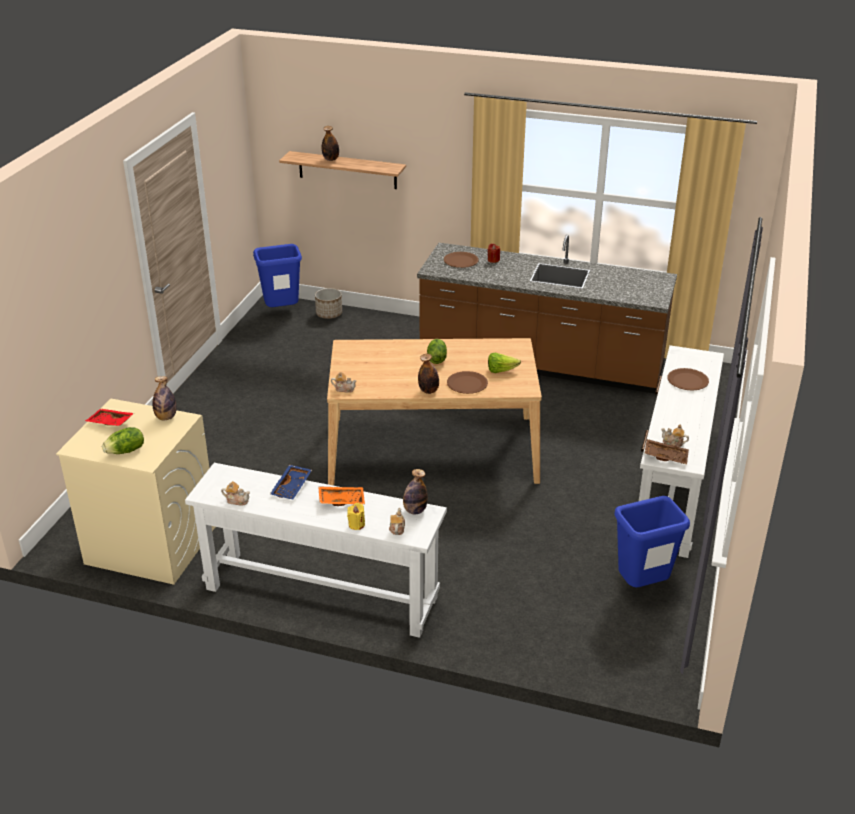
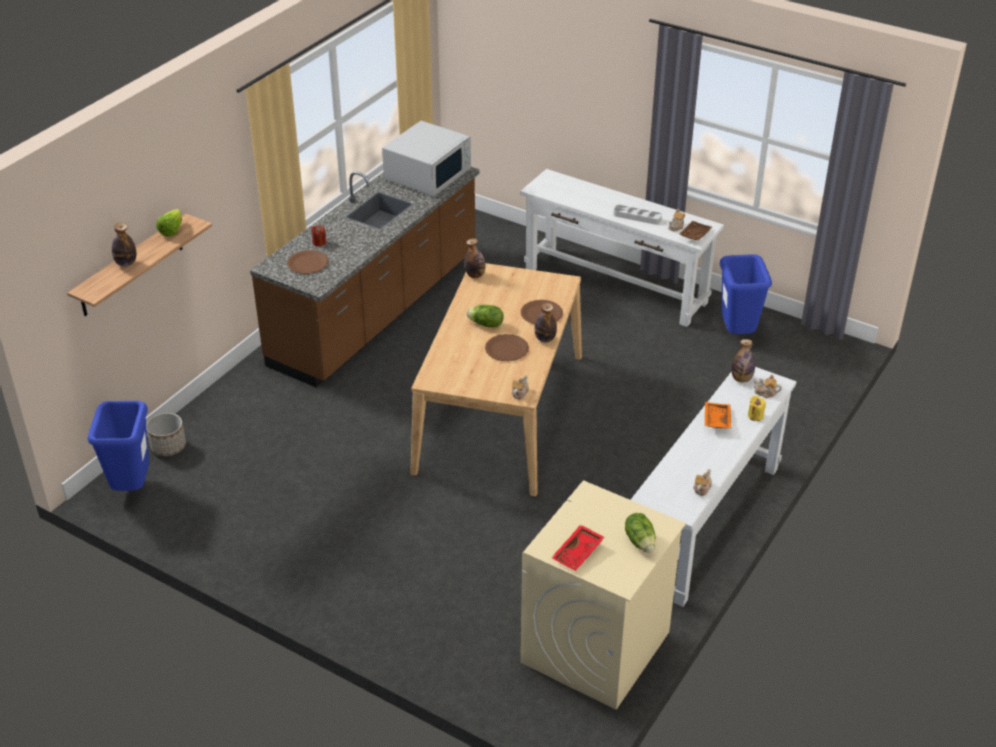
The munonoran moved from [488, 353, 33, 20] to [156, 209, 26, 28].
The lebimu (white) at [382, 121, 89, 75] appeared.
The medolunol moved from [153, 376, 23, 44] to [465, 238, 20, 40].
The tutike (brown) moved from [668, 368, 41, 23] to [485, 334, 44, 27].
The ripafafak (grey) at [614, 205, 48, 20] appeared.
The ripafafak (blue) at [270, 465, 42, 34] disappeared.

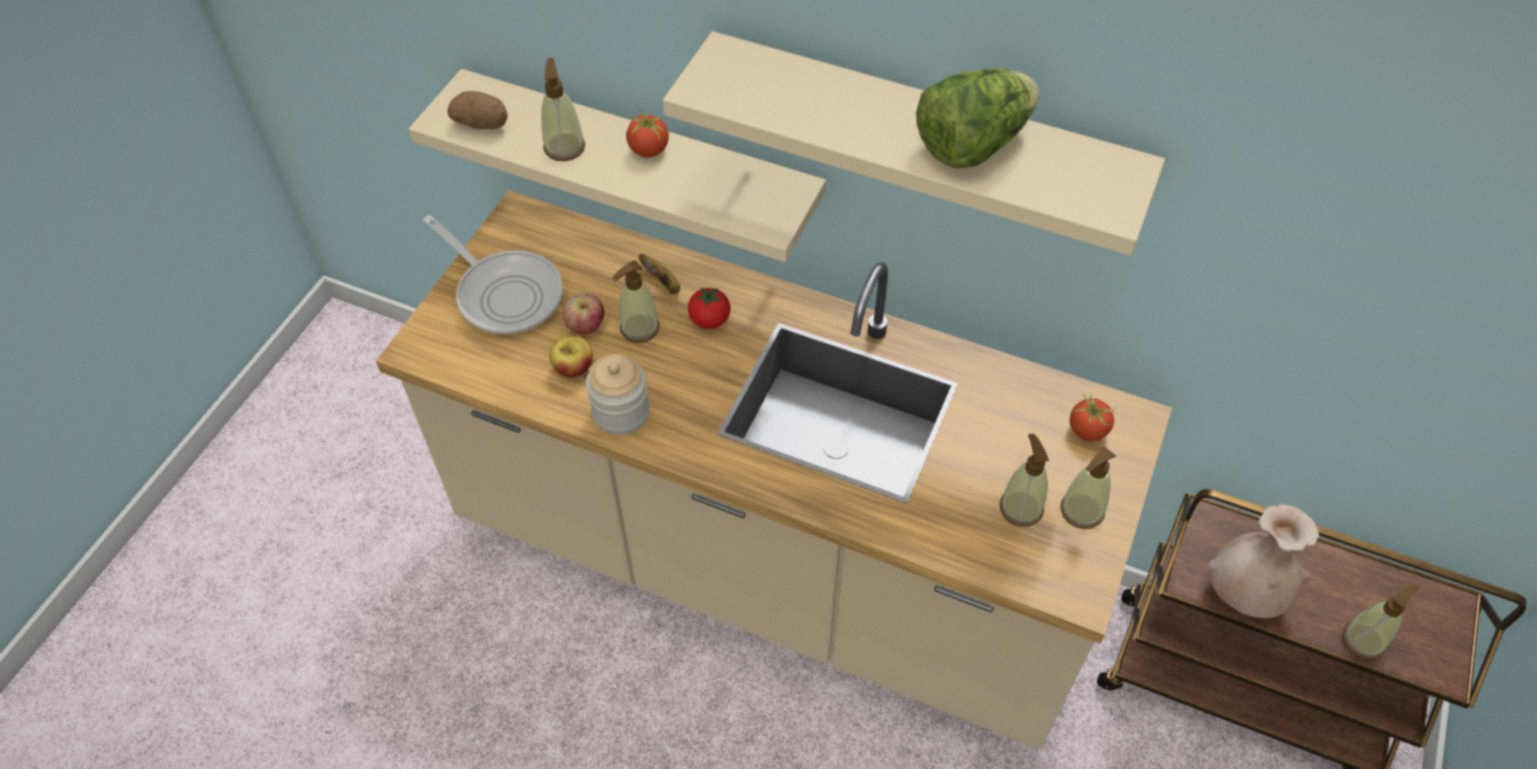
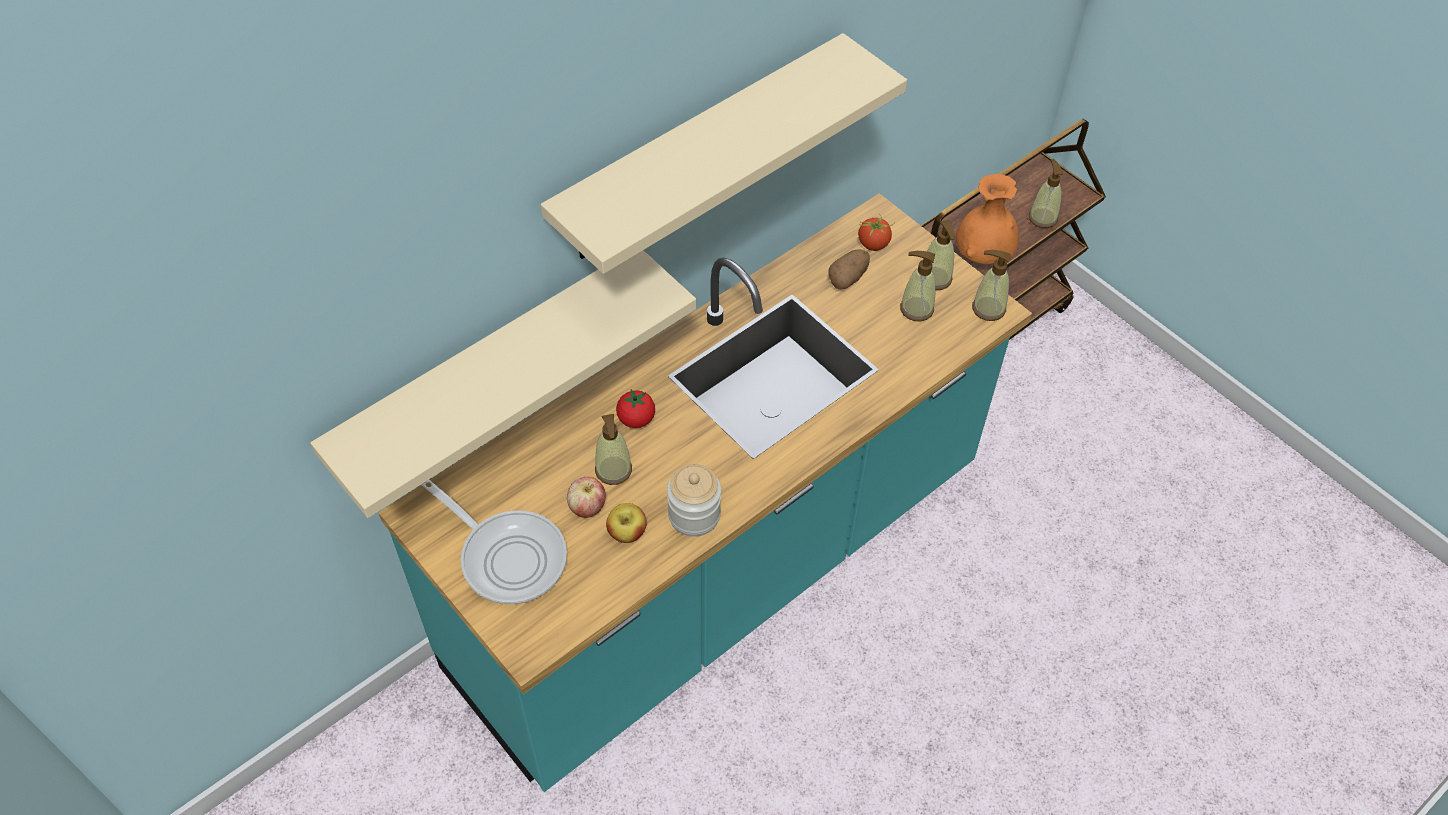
The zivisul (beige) at [376, 190, 796, 560] became the zivisul (turquoise) at [378, 193, 654, 599].
The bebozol at [423, 215, 140, 120] turned 60 degrees clockwise.
The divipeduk moved from [447, 91, 61, 38] to [829, 249, 41, 41].
The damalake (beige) at [1208, 504, 111, 114] became the damalake (orange) at [956, 174, 63, 90].
The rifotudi moved from [541, 58, 44, 103] to [972, 250, 39, 71].
The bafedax at [624, 106, 45, 52] disappeared.
The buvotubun at [639, 254, 41, 41] disappeared.
The munonoran at [916, 68, 123, 100] disappeared.

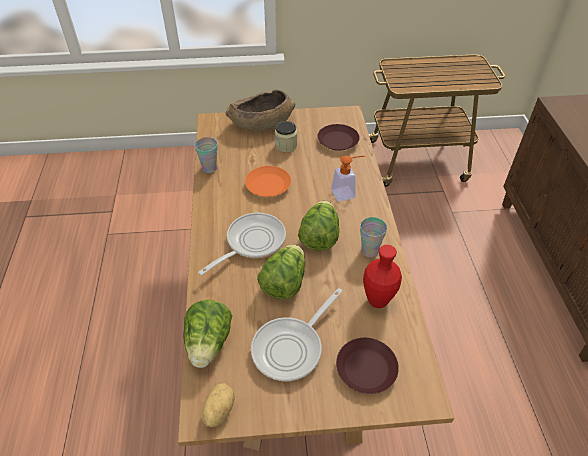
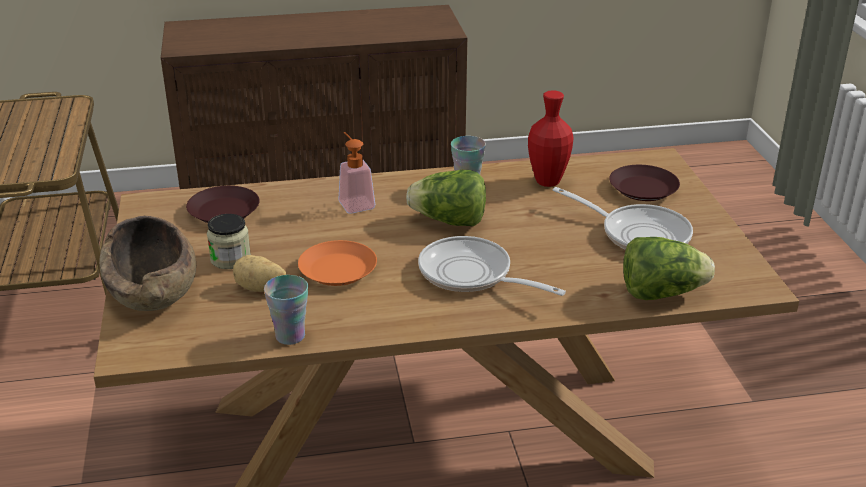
The divipeduk moved from [202, 383, 33, 44] to [233, 255, 53, 37].
The munonoran at [257, 245, 48, 55] disappeared.

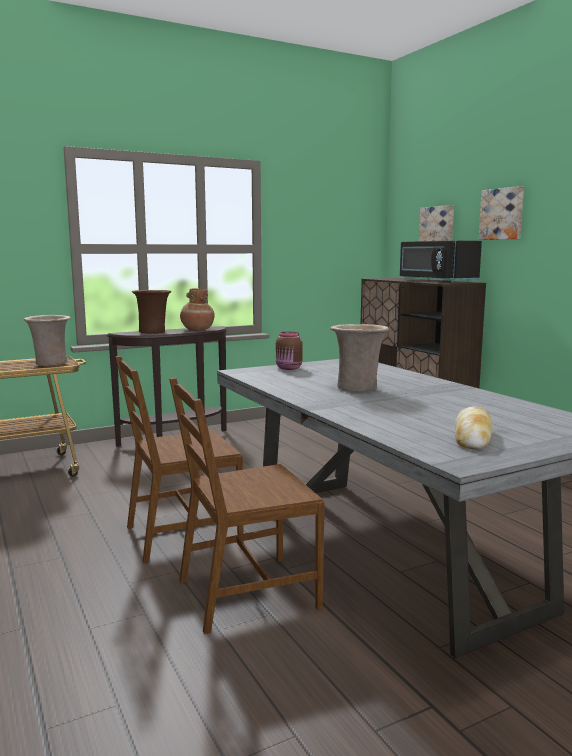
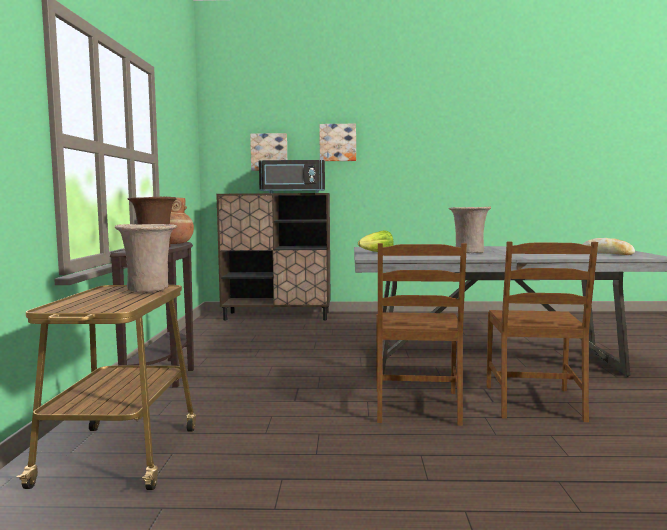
The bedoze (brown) at [276, 332, 26, 38] was replaced by the munonoran at [358, 230, 36, 22].

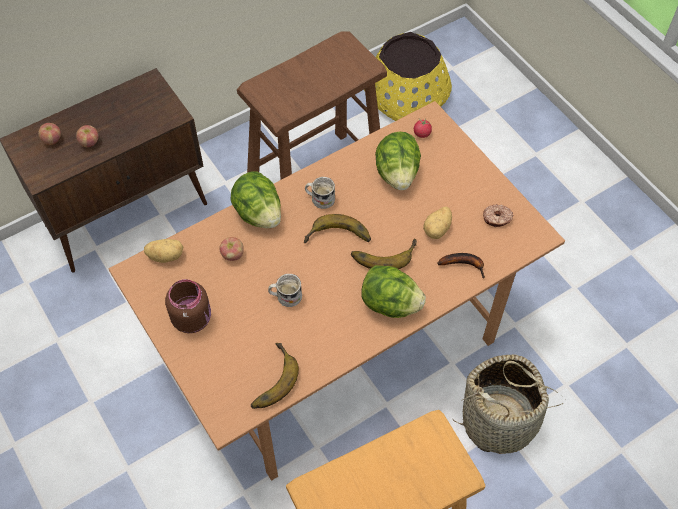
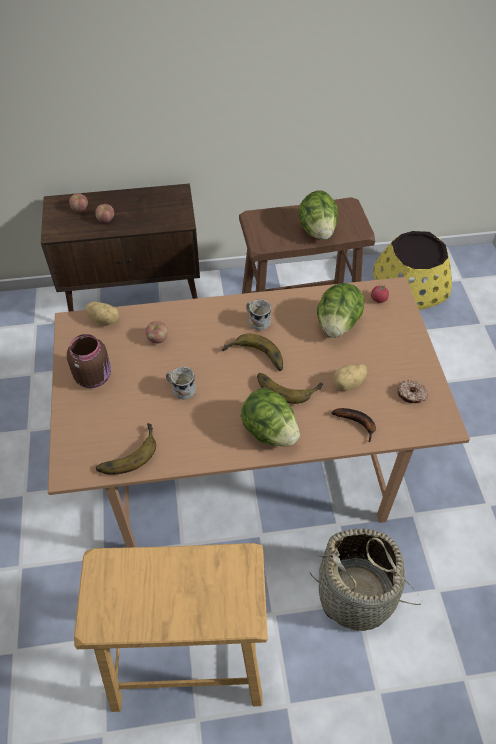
The munonoran moved from [231, 171, 50, 58] to [299, 190, 39, 50].

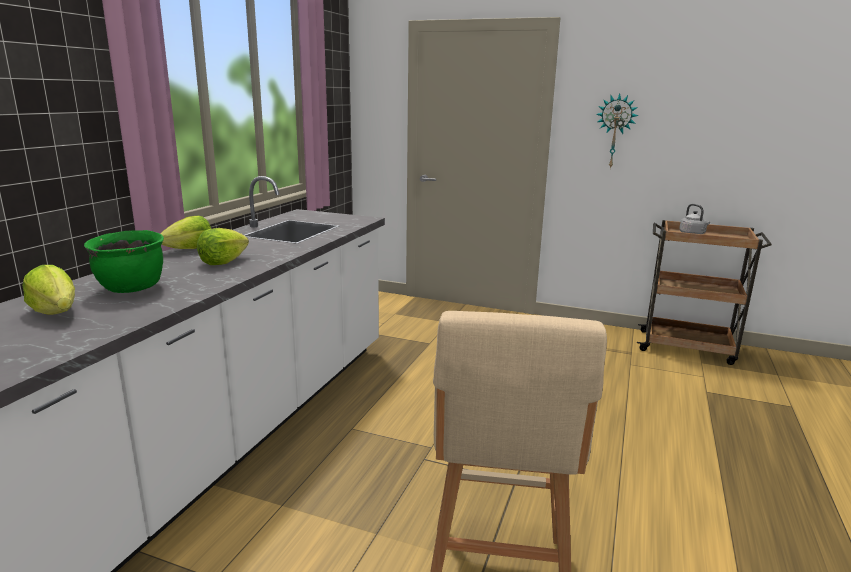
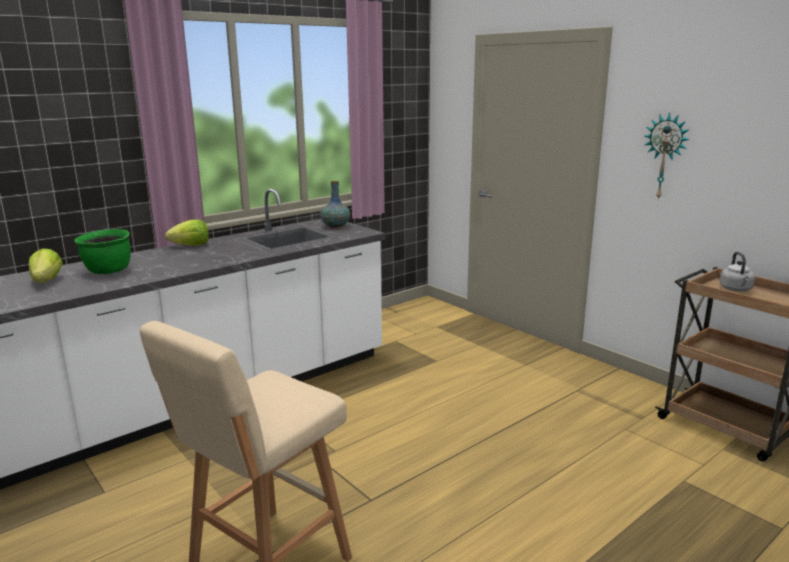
The damalake at [320, 181, 30, 47] appeared.
The munonoran at [197, 228, 52, 37] disappeared.

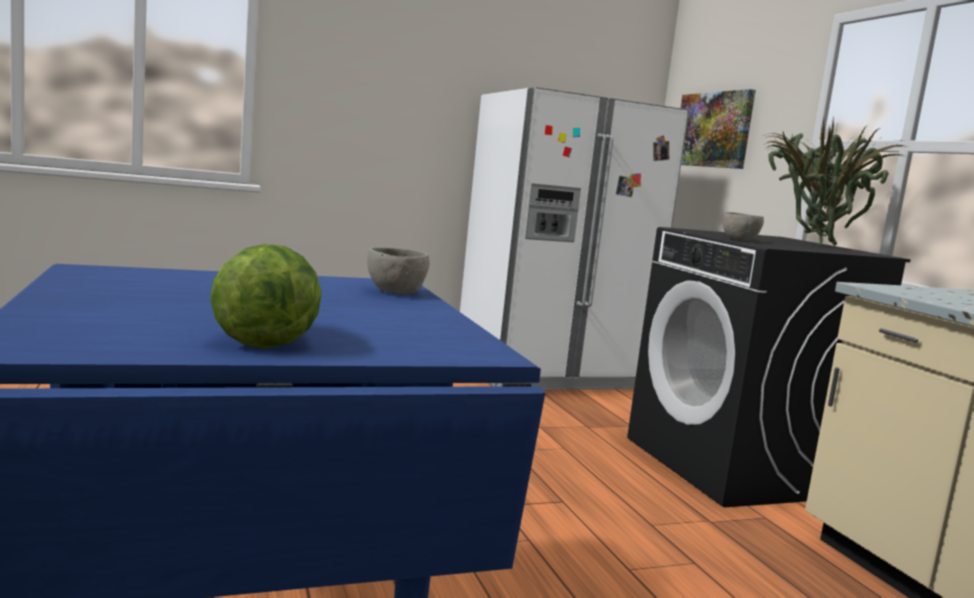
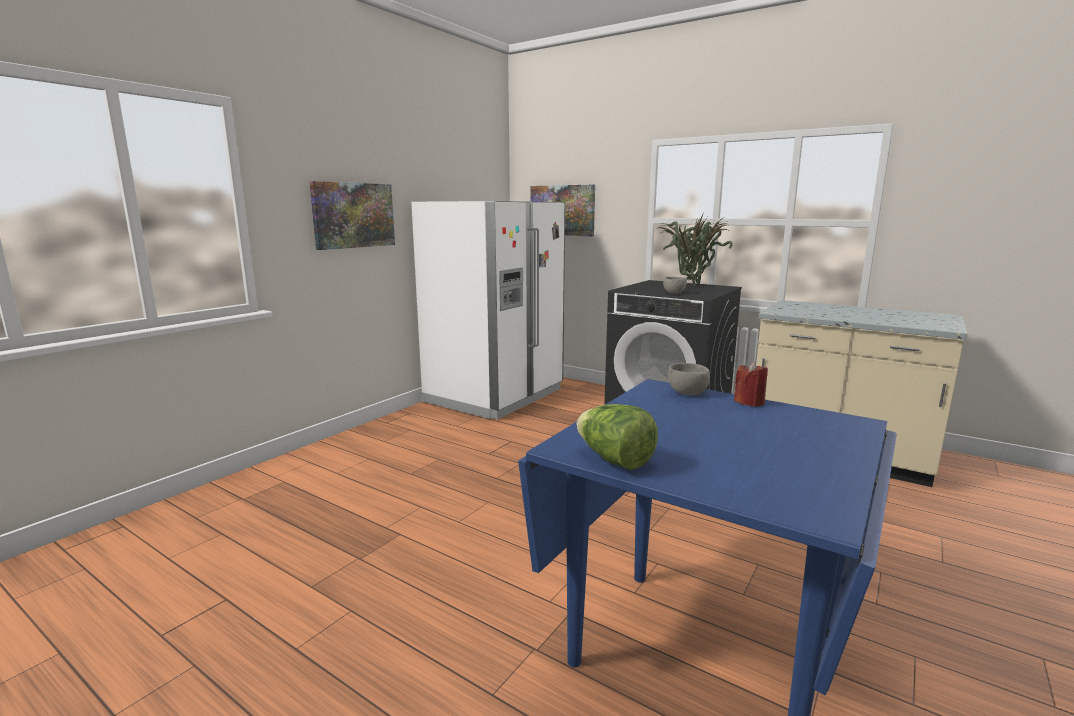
The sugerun at [309, 181, 86, 69] appeared.
The munonoran moved from [210, 244, 111, 105] to [576, 404, 82, 66].
The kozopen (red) at [734, 362, 34, 45] appeared.

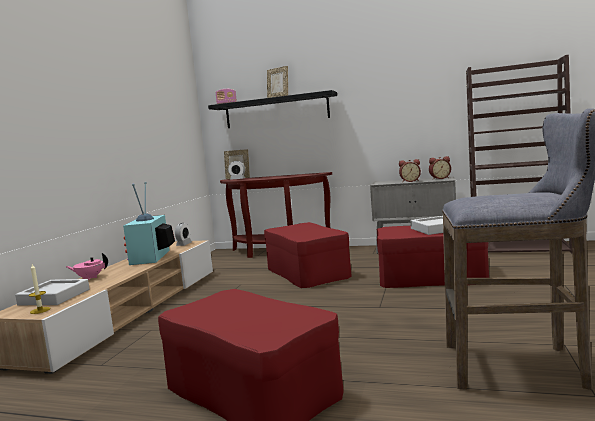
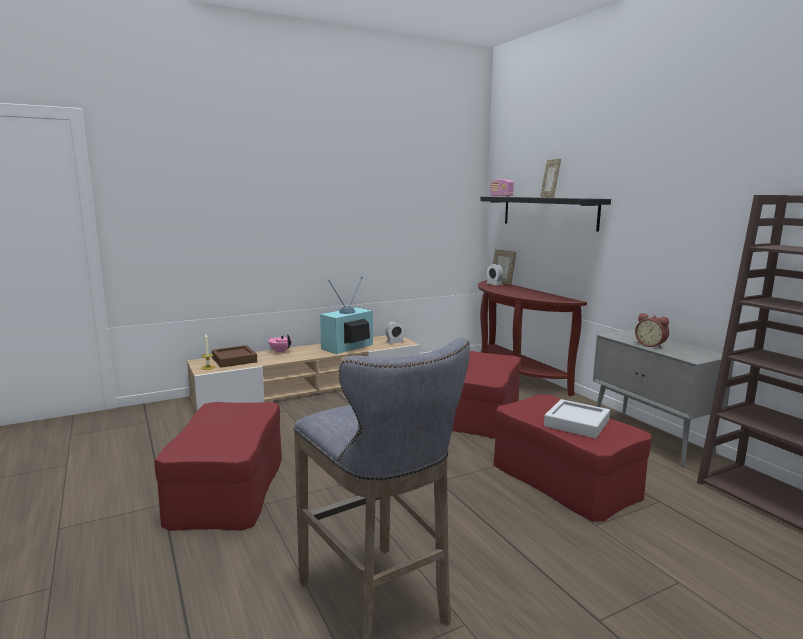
The ripafafak (grey) at [15, 279, 75, 26] became the ripafafak (brown) at [212, 345, 45, 23].
The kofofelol at [429, 156, 22, 23] disappeared.

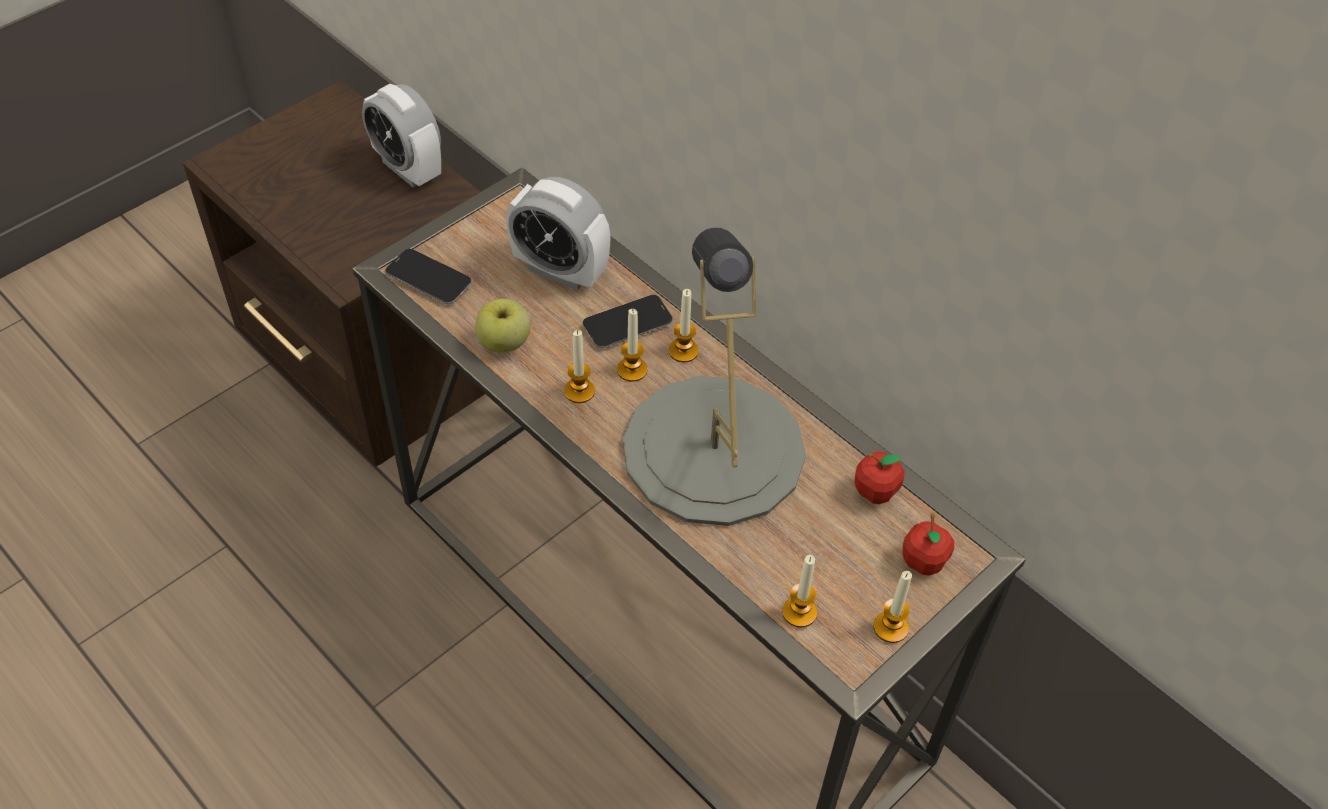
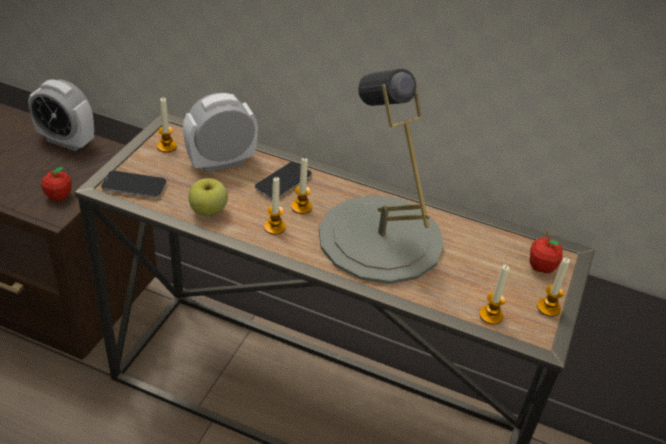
The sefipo moved from [854, 452, 51, 52] to [41, 167, 31, 34].
The kozopen moved from [669, 289, 30, 74] to [157, 97, 20, 56].
The kofofelol at [506, 177, 105, 114] turned 150 degrees clockwise.

